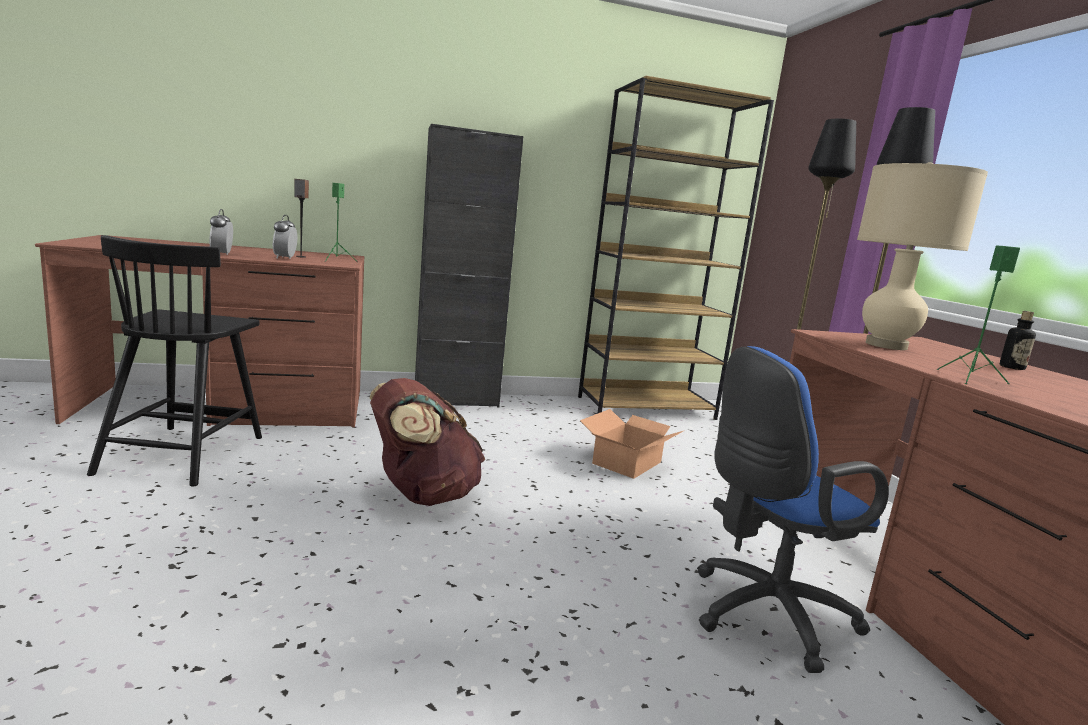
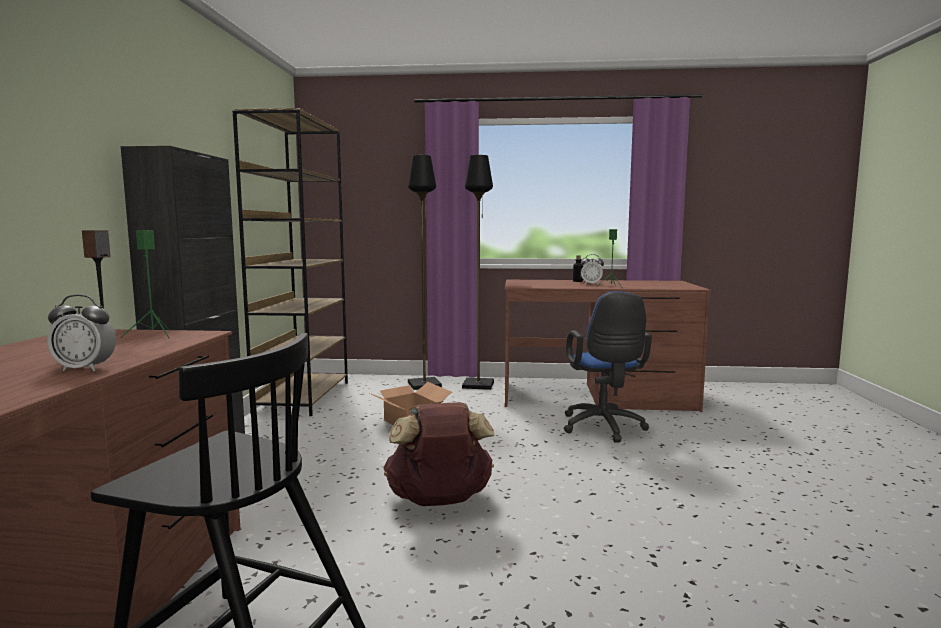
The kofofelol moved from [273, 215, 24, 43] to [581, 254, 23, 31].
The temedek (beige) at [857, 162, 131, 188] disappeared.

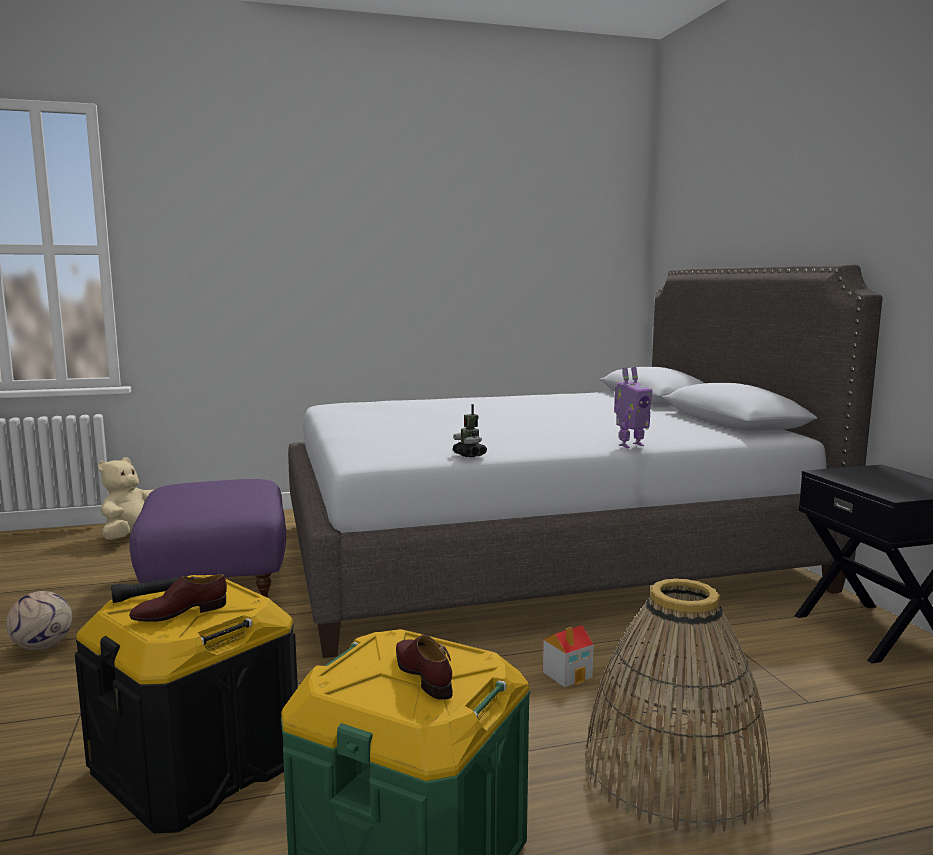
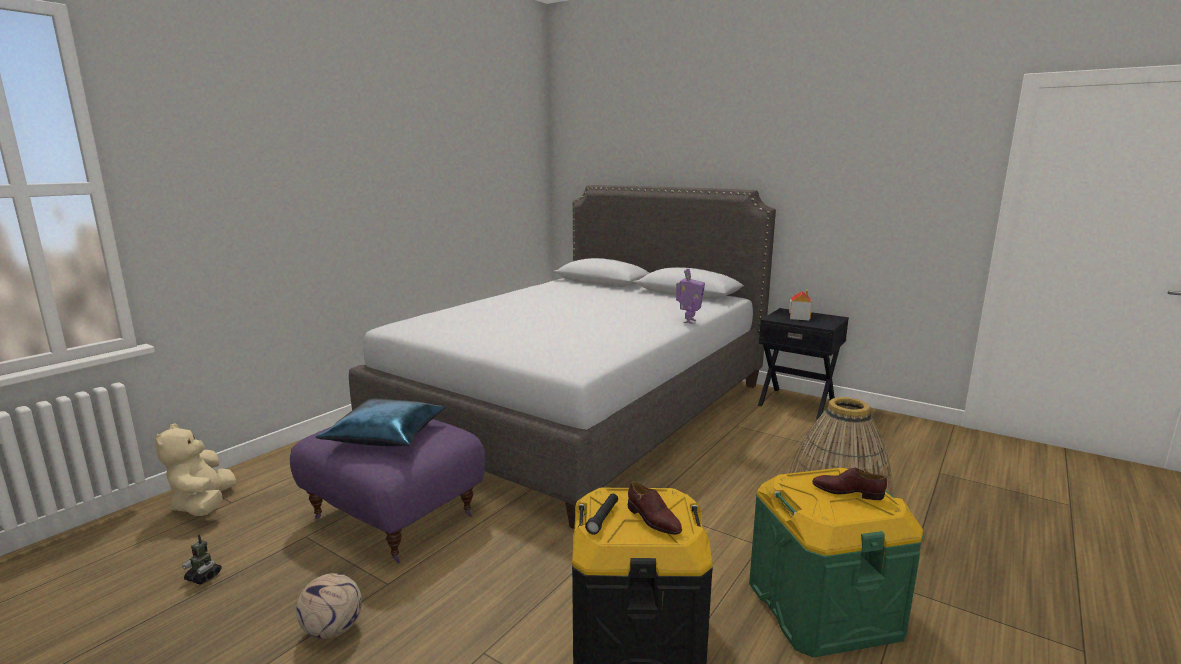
The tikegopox moved from [453, 404, 34, 53] to [182, 534, 40, 51].
The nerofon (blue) at [315, 399, 131, 47] appeared.
The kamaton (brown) at [129, 574, 98, 48] turned 60 degrees counterclockwise.
The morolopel moved from [543, 625, 51, 62] to [789, 290, 22, 31].

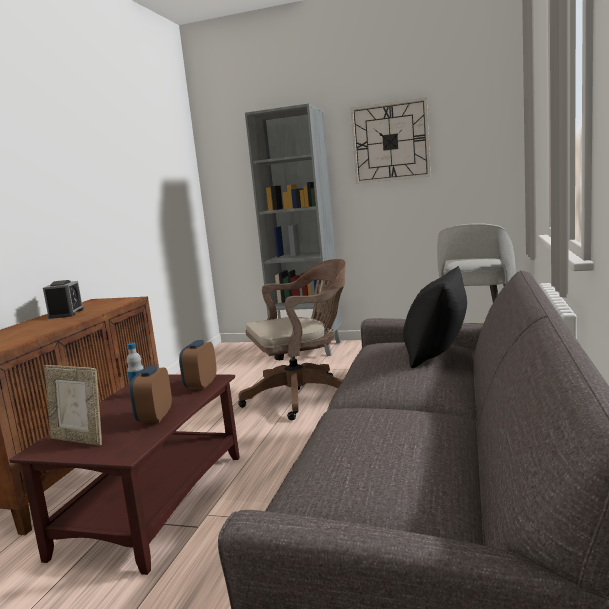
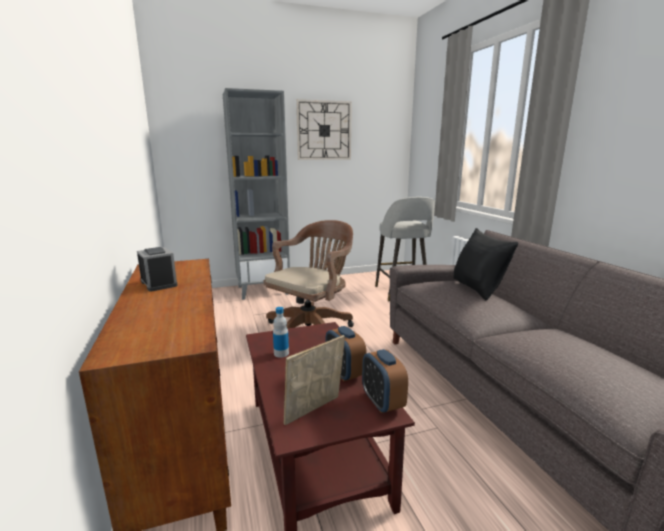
The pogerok at [45, 365, 57, 81] turned 150 degrees clockwise.
The kofofelol moved from [179, 340, 38, 50] to [362, 349, 46, 64].

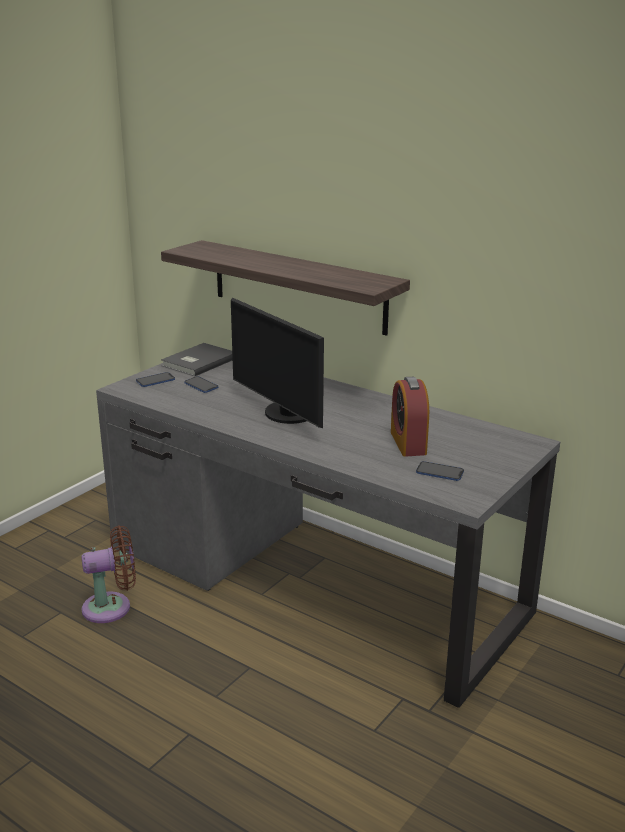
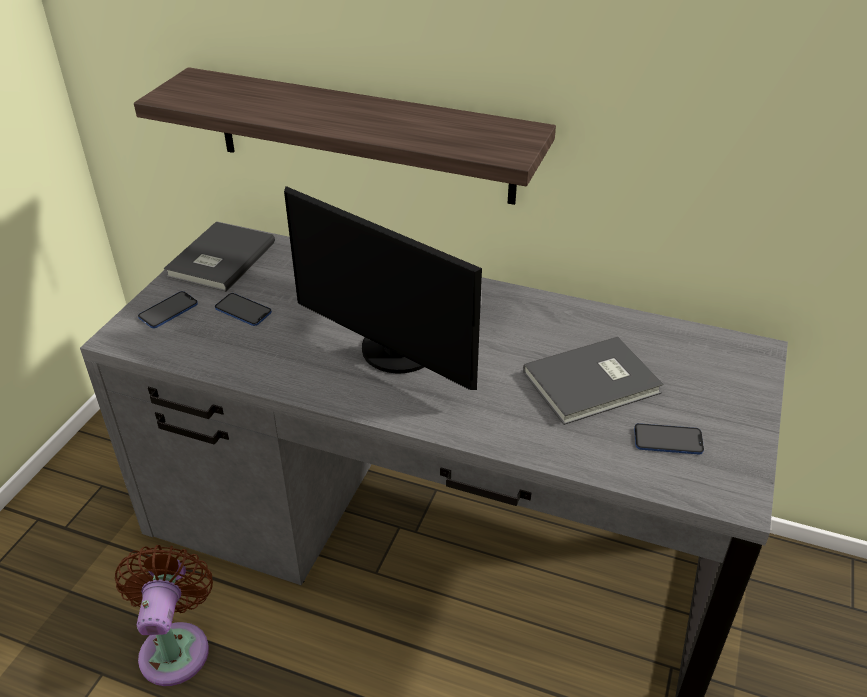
The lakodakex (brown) at [81, 525, 55, 98] turned 60 degrees counterclockwise.
The kofofelol at [391, 377, 38, 80] was replaced by the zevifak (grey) at [523, 337, 141, 88].

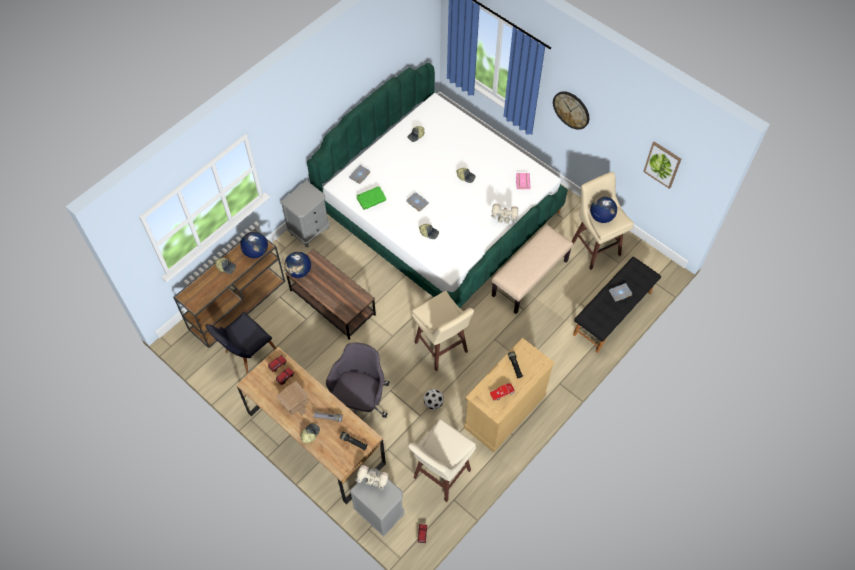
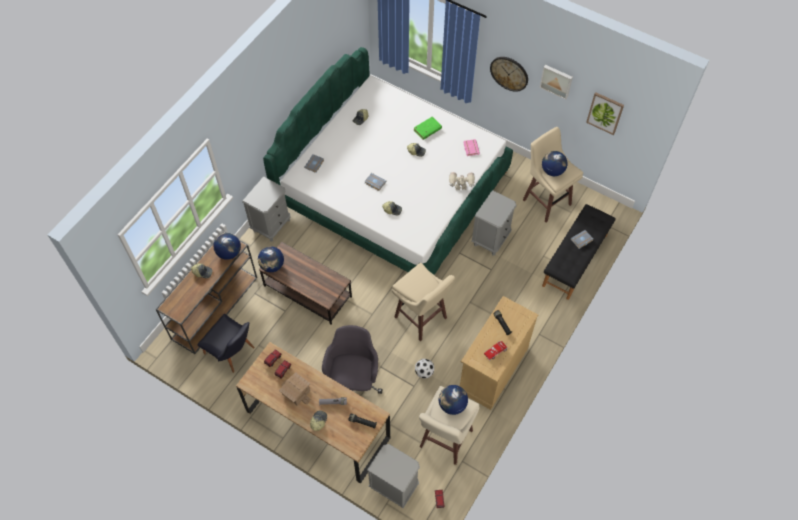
The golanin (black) at [206, 312, 70, 61] turned 90 degrees counterclockwise.
The zevifak (green) moved from [356, 186, 30, 24] to [414, 117, 28, 23].
The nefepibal at [439, 385, 29, 30] appeared.
The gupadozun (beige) at [492, 225, 81, 89] was replaced by the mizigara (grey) at [471, 190, 46, 66].
The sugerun at [539, 65, 34, 35] appeared.
The tikegopox at [355, 465, 33, 25] disappeared.

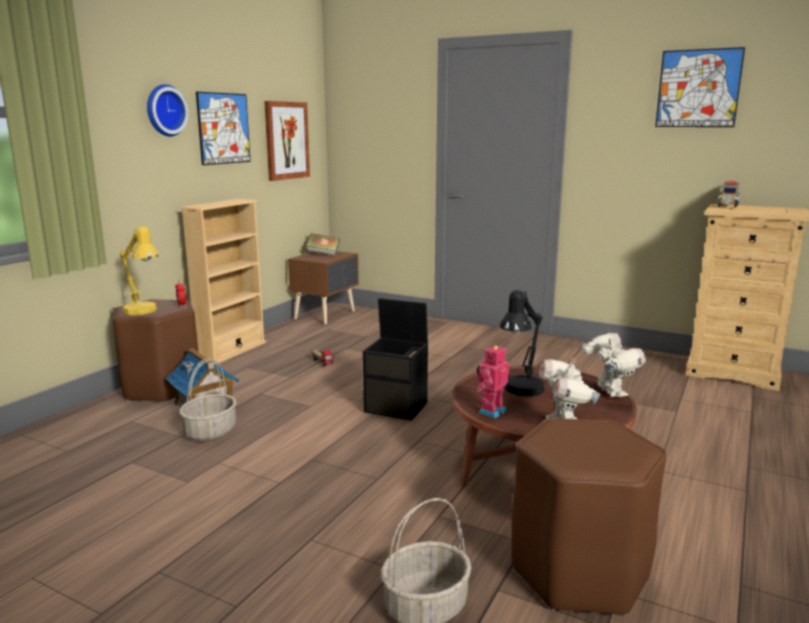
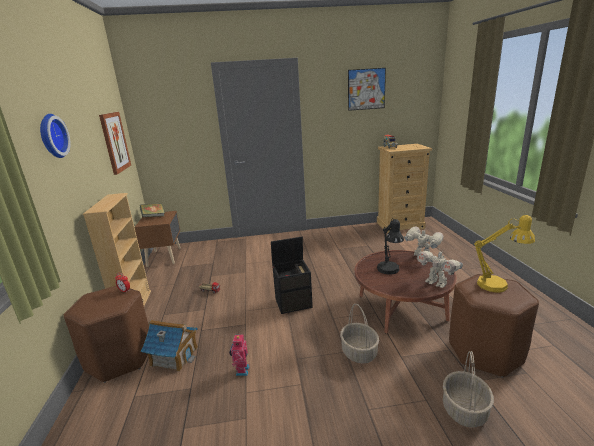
The tikegopox moved from [475, 344, 34, 74] to [229, 335, 21, 41].
The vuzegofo moved from [179, 358, 58, 84] to [340, 304, 39, 59].
The temedek (yellow) moved from [120, 226, 39, 89] to [474, 215, 61, 77].
The sugerun at [196, 92, 55, 73] disappeared.

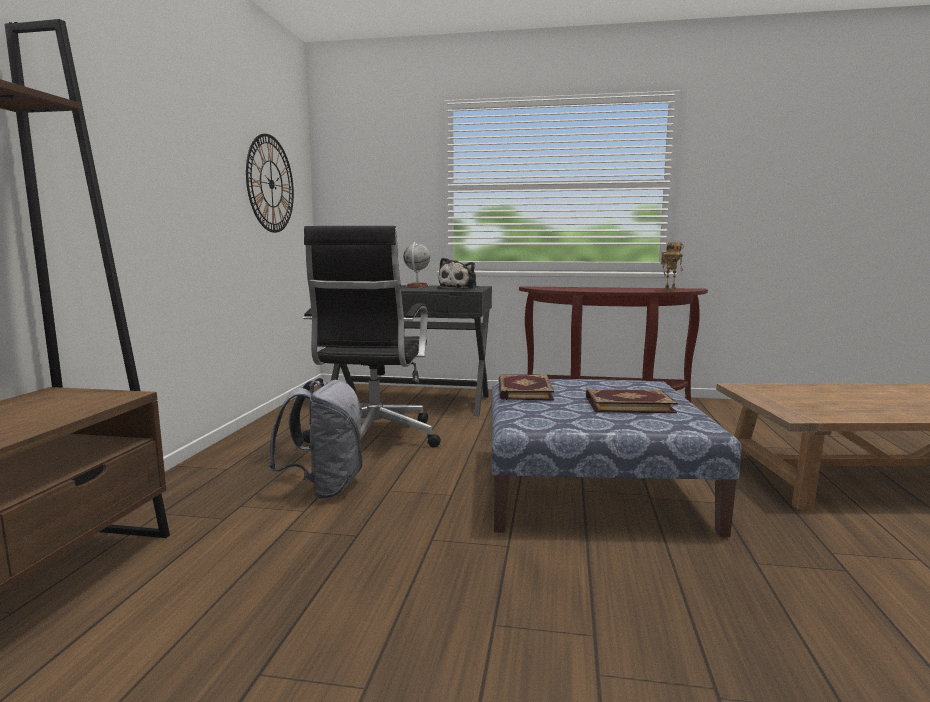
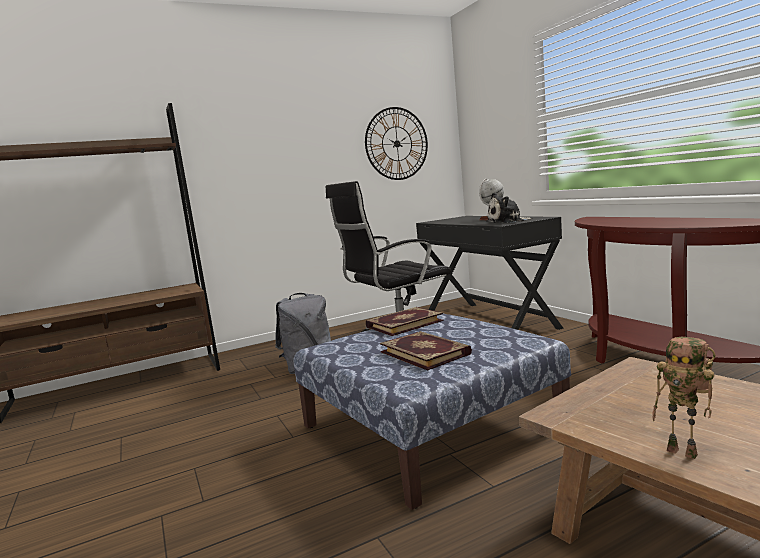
The tikegopox moved from [661, 242, 23, 49] to [652, 337, 64, 122].

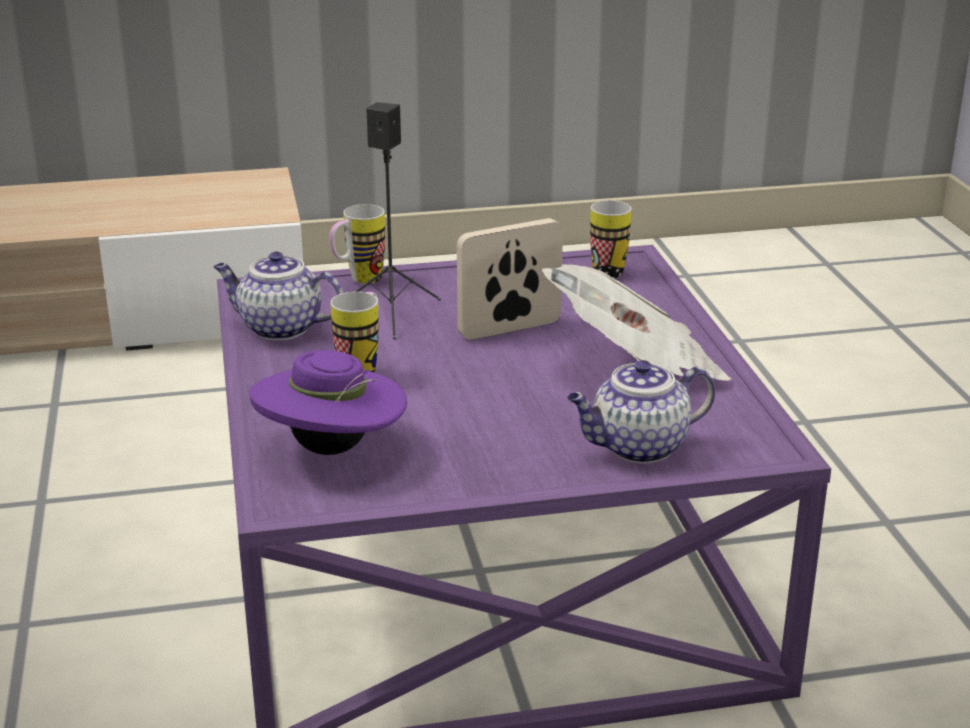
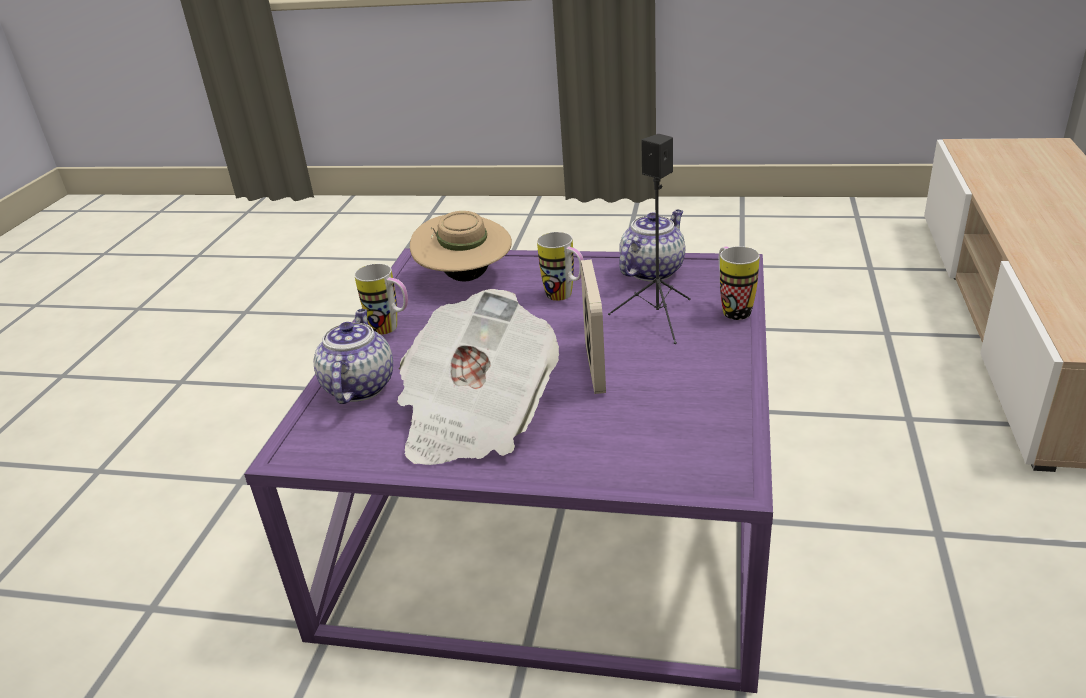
The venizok moved from [590, 200, 41, 78] to [354, 264, 54, 71].
The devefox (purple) at [249, 350, 158, 105] became the devefox (beige) at [410, 211, 102, 70].

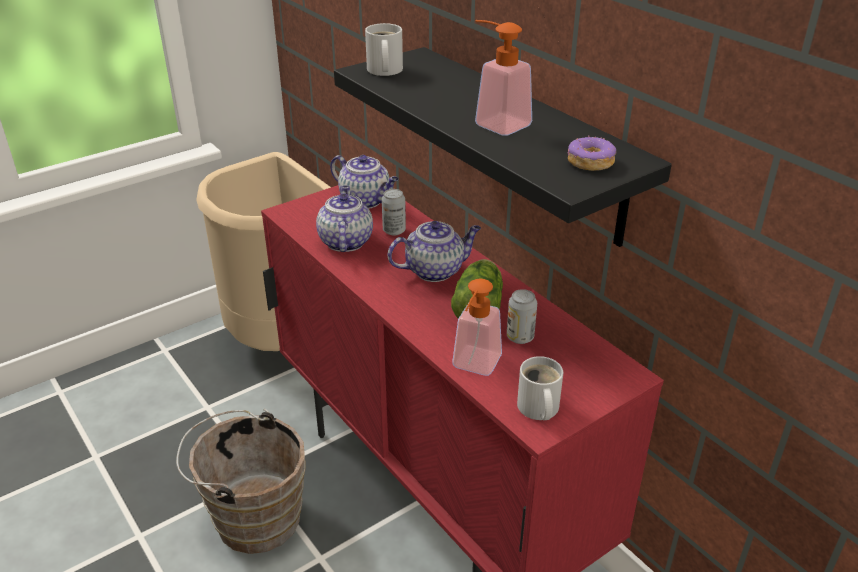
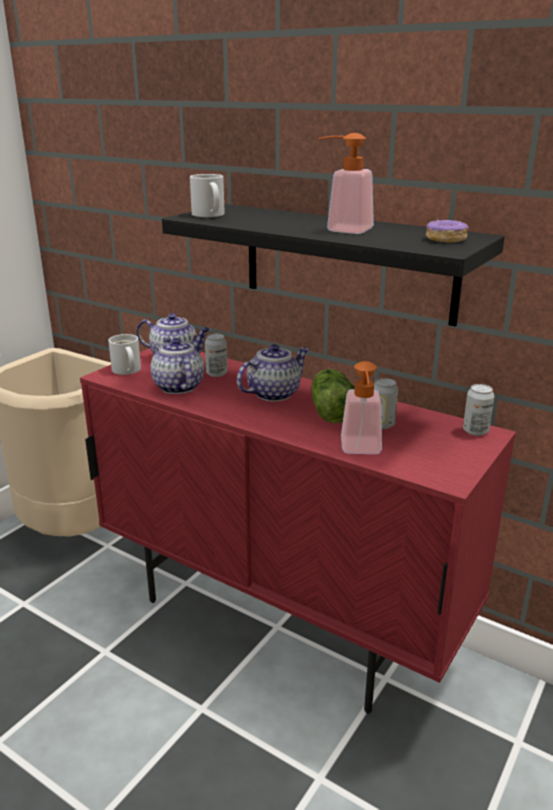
The venizok (white) moved from [517, 356, 46, 64] to [108, 334, 33, 41].
The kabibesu at [463, 384, 31, 52] appeared.
The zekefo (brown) at [176, 409, 130, 145] disappeared.

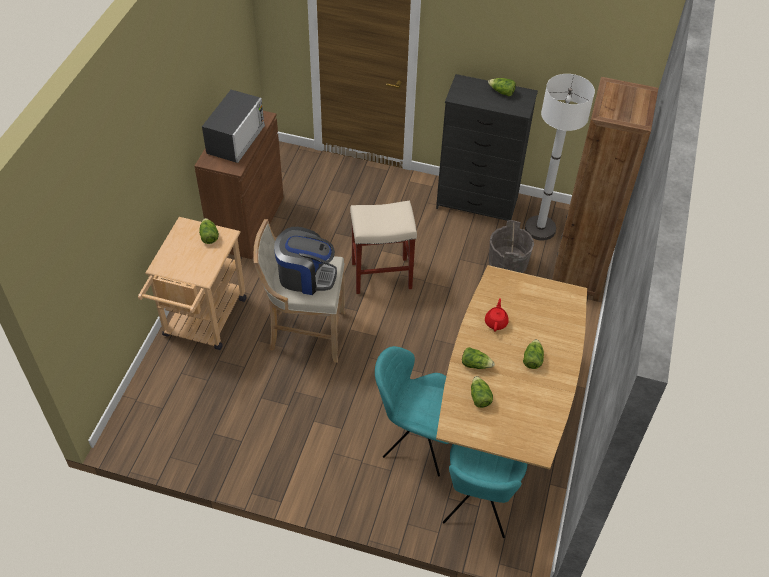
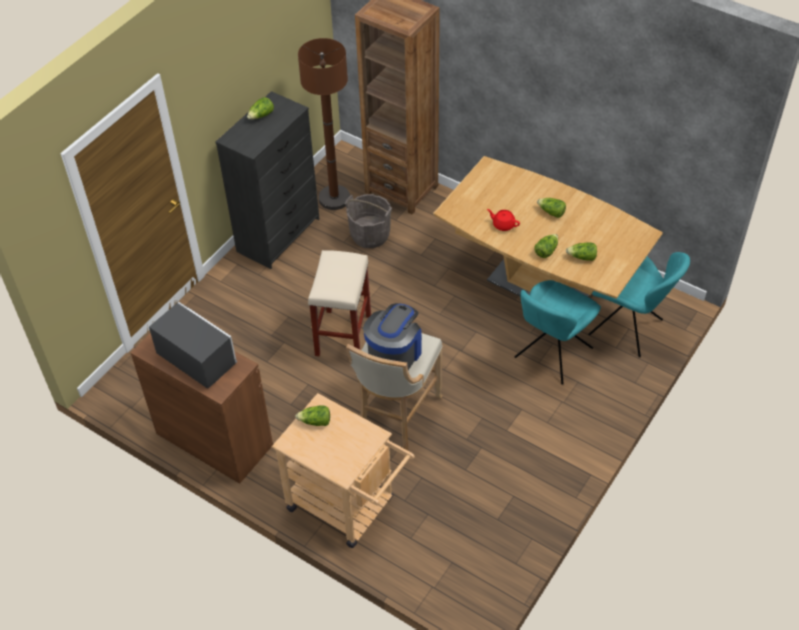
The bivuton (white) at [525, 74, 70, 167] became the bivuton (brown) at [298, 38, 52, 172].

